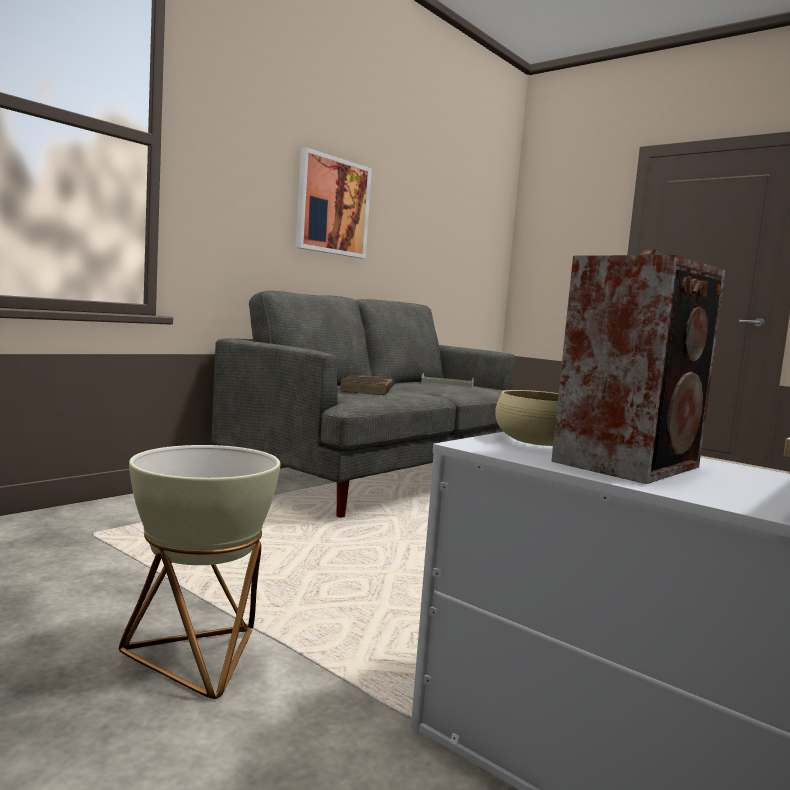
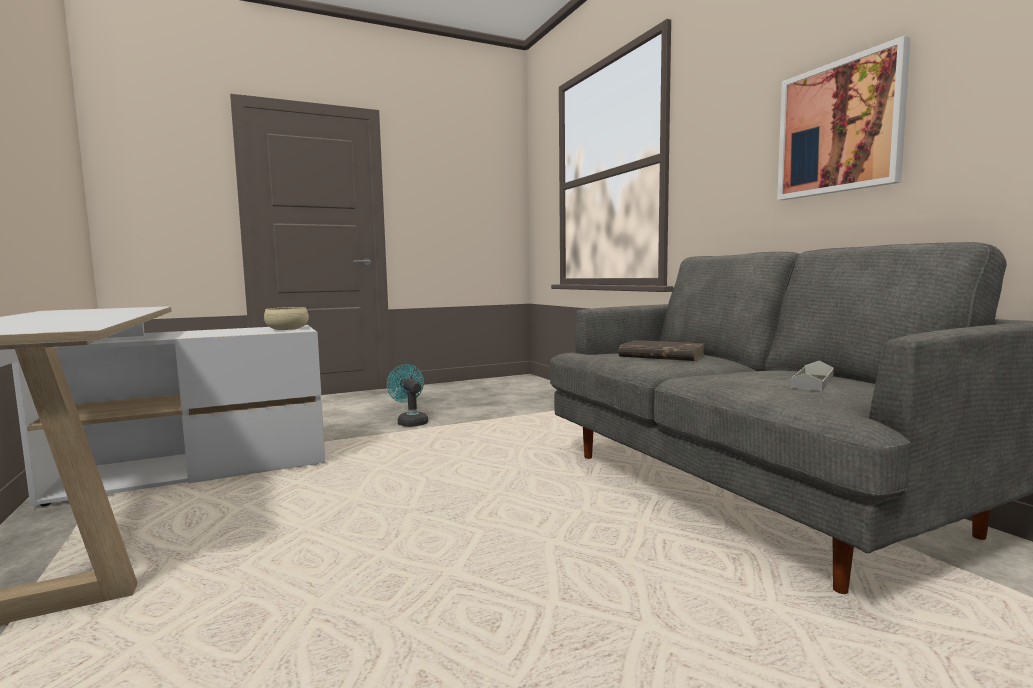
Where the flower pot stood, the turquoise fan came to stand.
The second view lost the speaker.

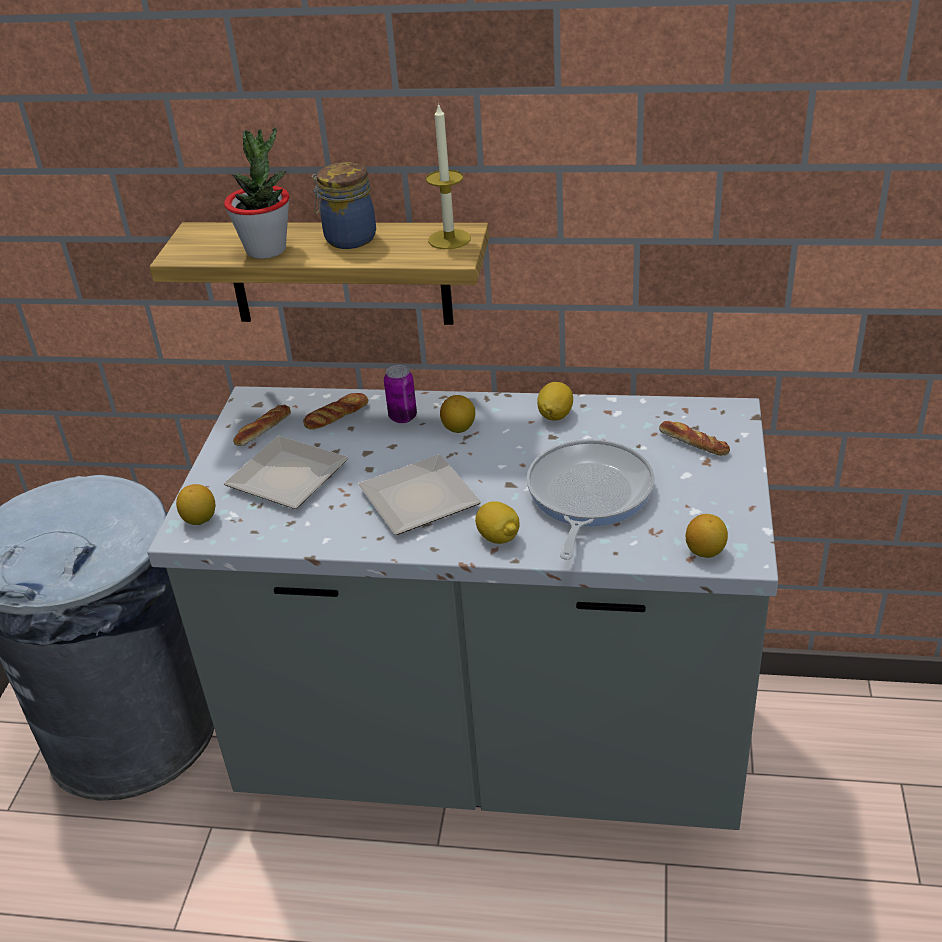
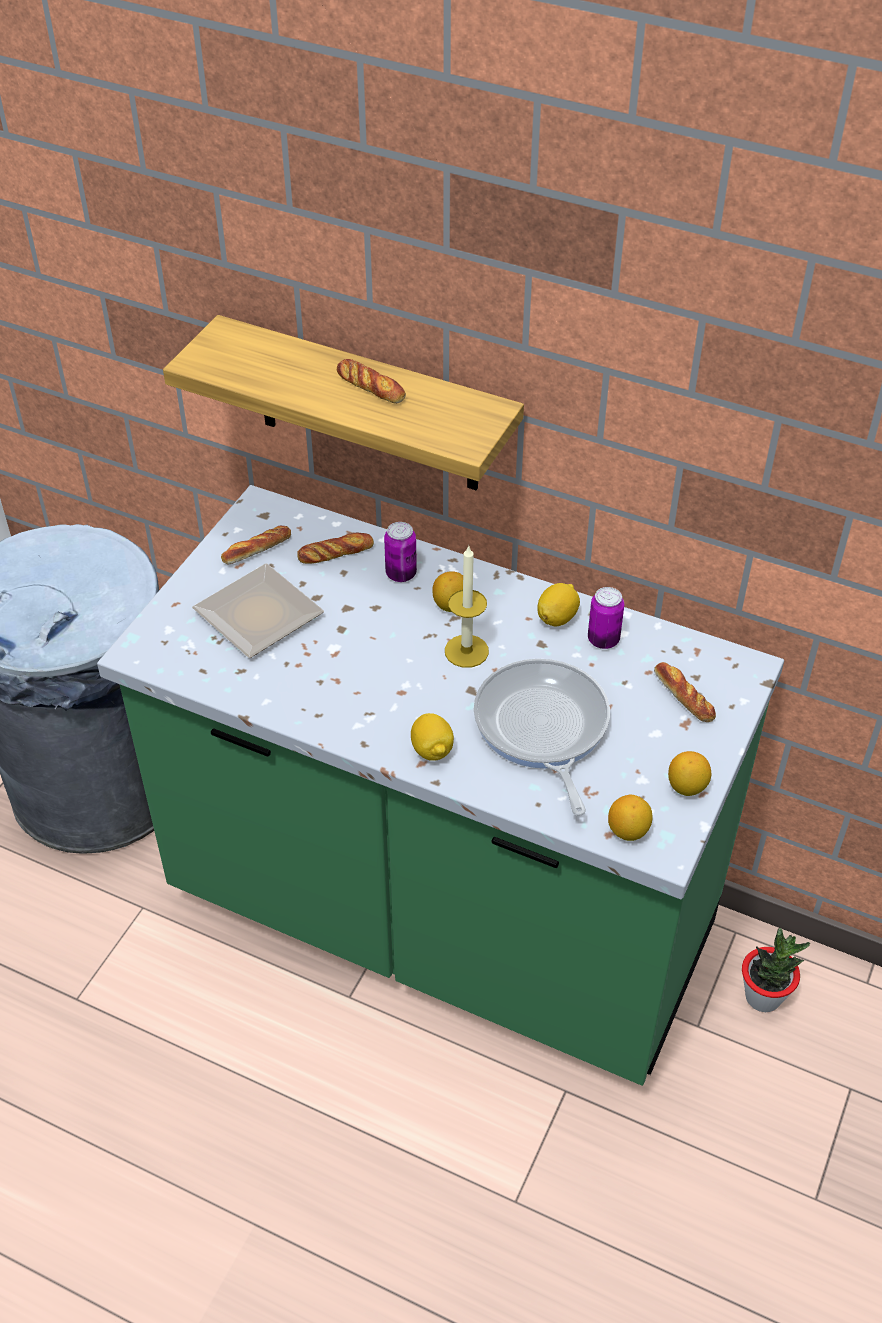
What was the grey counter turned into the green counter.
Where the storage jar stood, the bakery bread (3rd from left) came to stand.
The wax light ended up elsewhere.
The frying pan ended up facing another way, 45 degrees counterclockwise from before.
The second view gained the can (2nd from left).
The citrus fruit (1st from left in the first image) ended up elsewhere.
The houseplant ended up elsewhere.
The second view lost the plate (2nd from left).

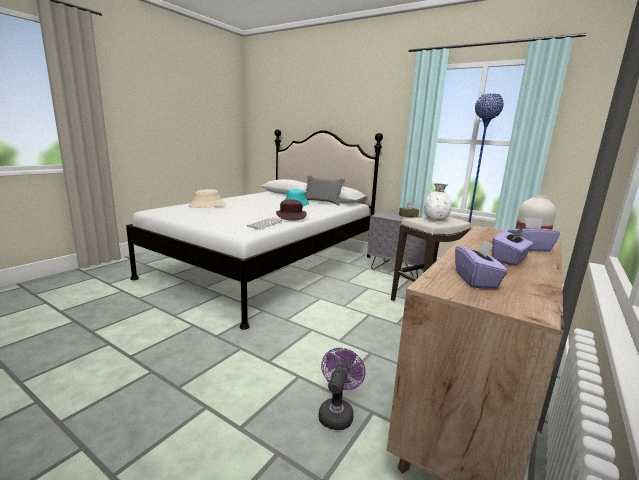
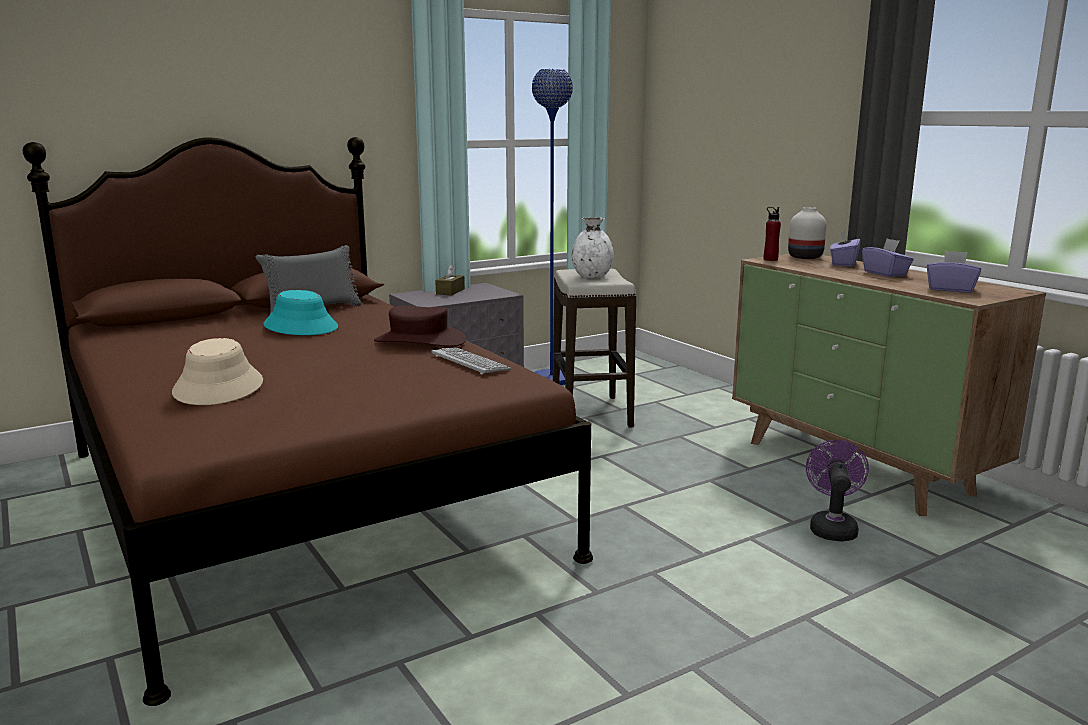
What was the whitish bedroom bed turned into the brownish bedroom bed.
The second view gained the reddish drink bottle.
The purplish fan ended up facing another way, 60 degrees clockwise from before.

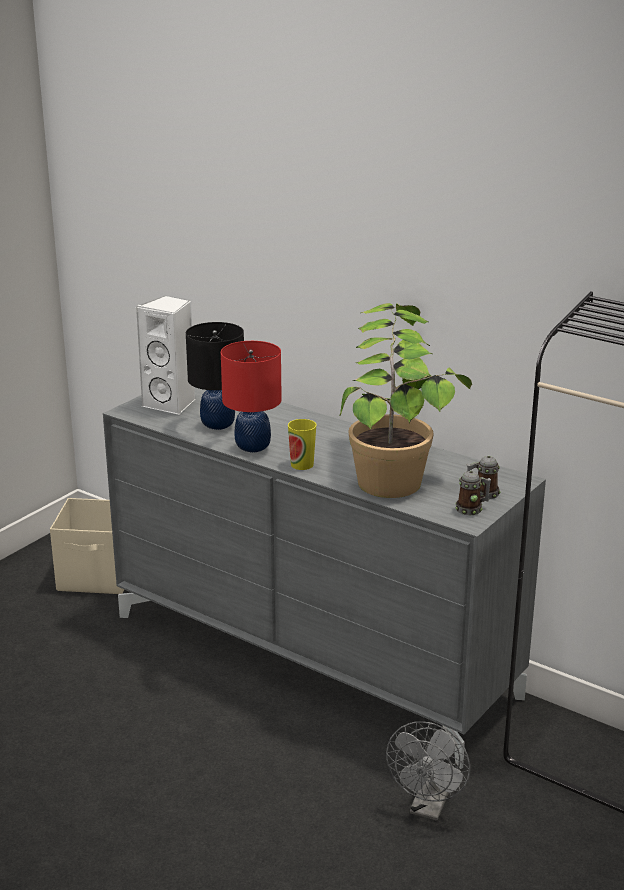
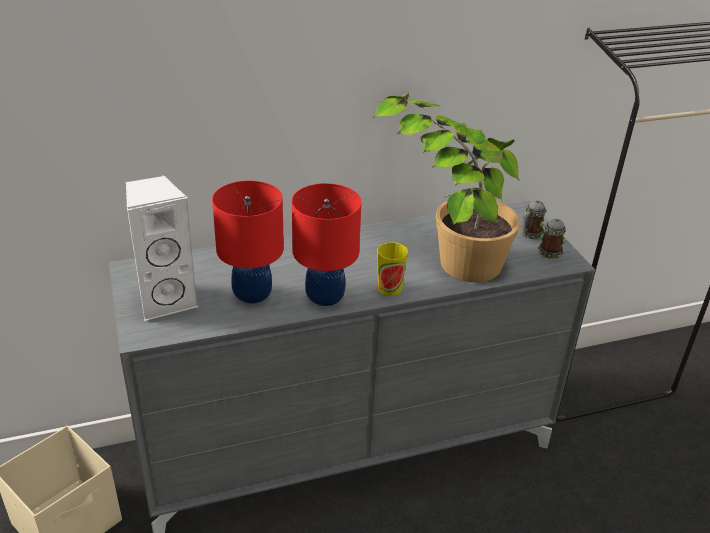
What was the blackish tabletop lamp turned into the reddish tabletop lamp (1st from left).
The second view lost the grey fan.

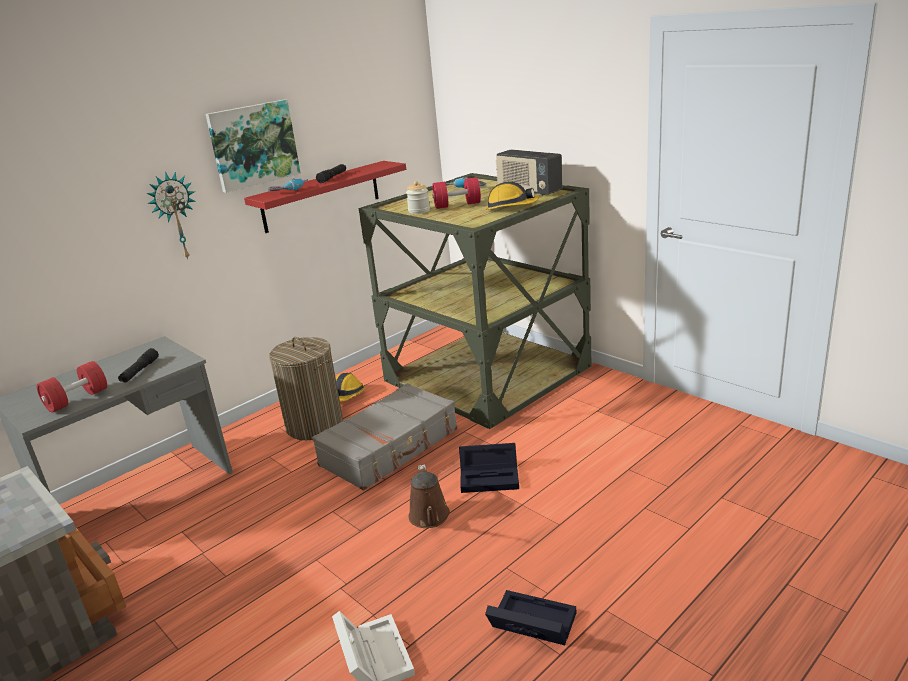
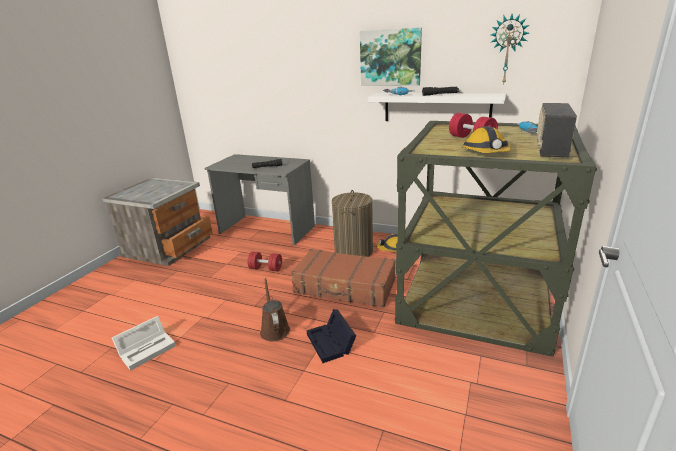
The reddish hand weight (1st from left) ended up elsewhere.
The brownish watering pot ended up facing another way, 105 degrees clockwise from before.
What was the grey travel case turned into the brownish travel case.
What was the reddish shelf turned into the whitish shelf.
The clock on the wall ended up elsewhere.
The second view lost the storage jar.
The second view lost the blackish storage container (2nd from left).

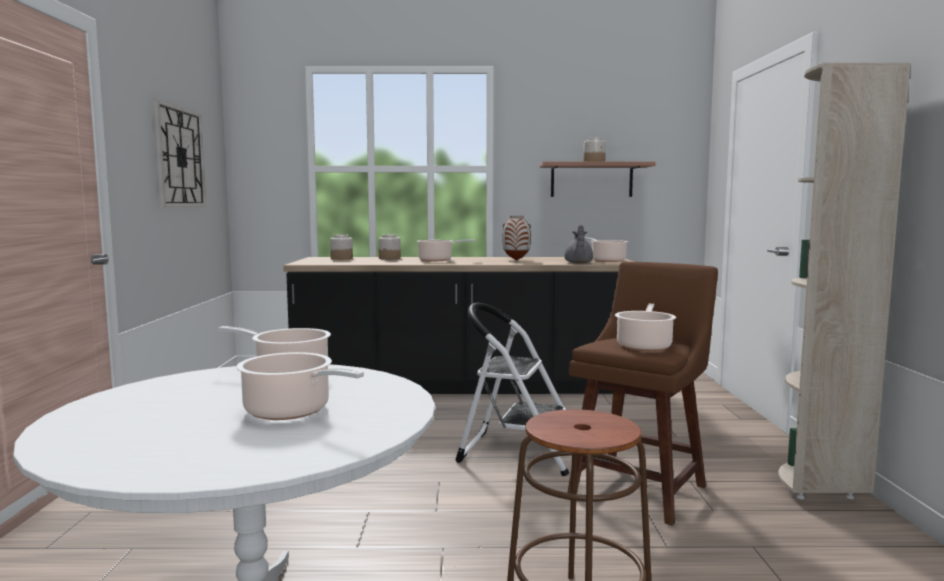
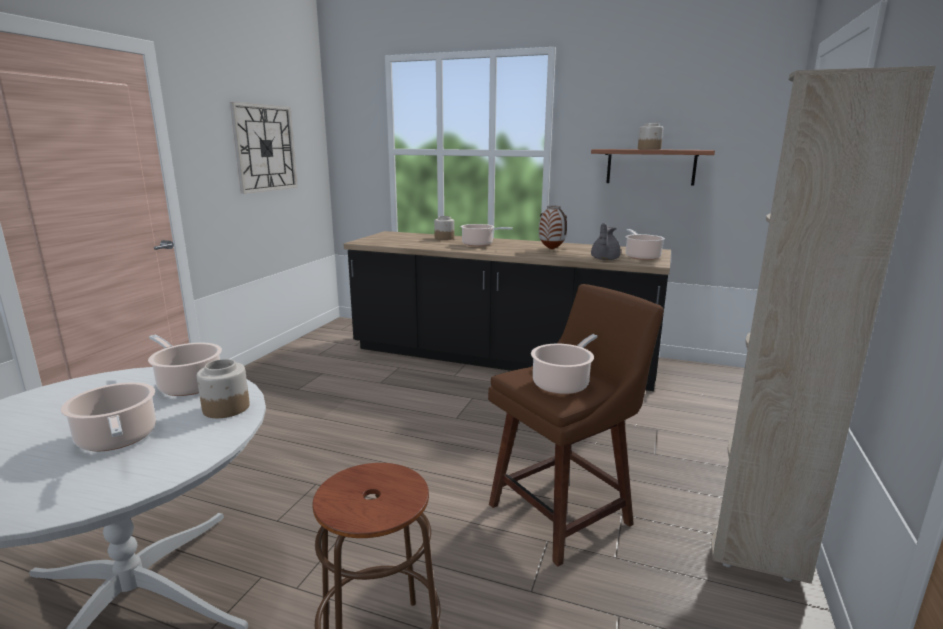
The storage jar (1st from left) ended up elsewhere.
The second view lost the step stool.

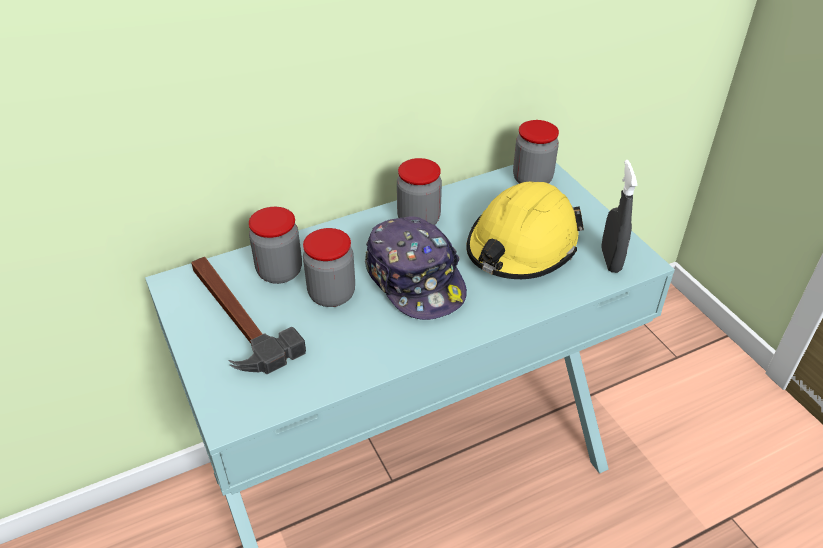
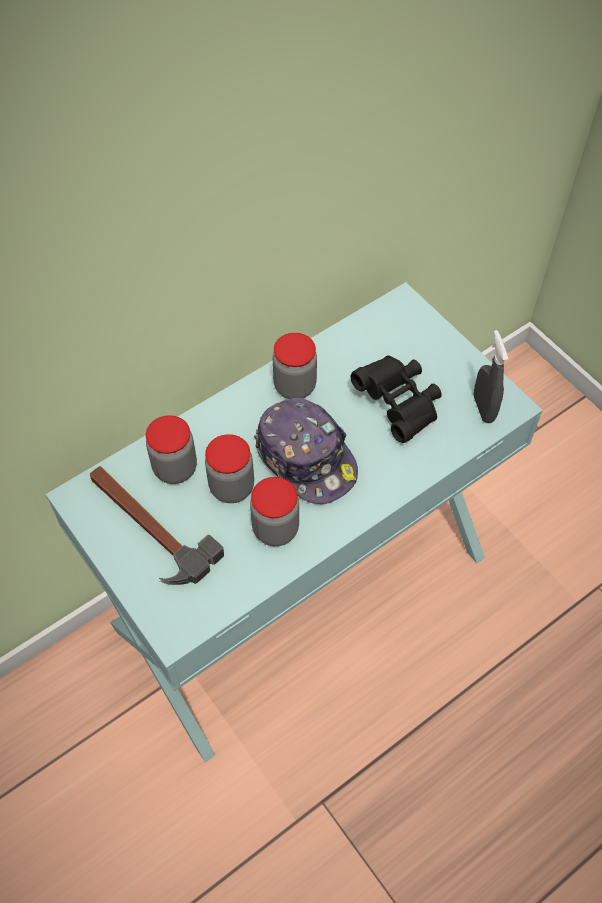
The storage jar (4th from left in the first image) ended up elsewhere.
Where the yellowish hard hat stood, the blackish field glasses came to stand.

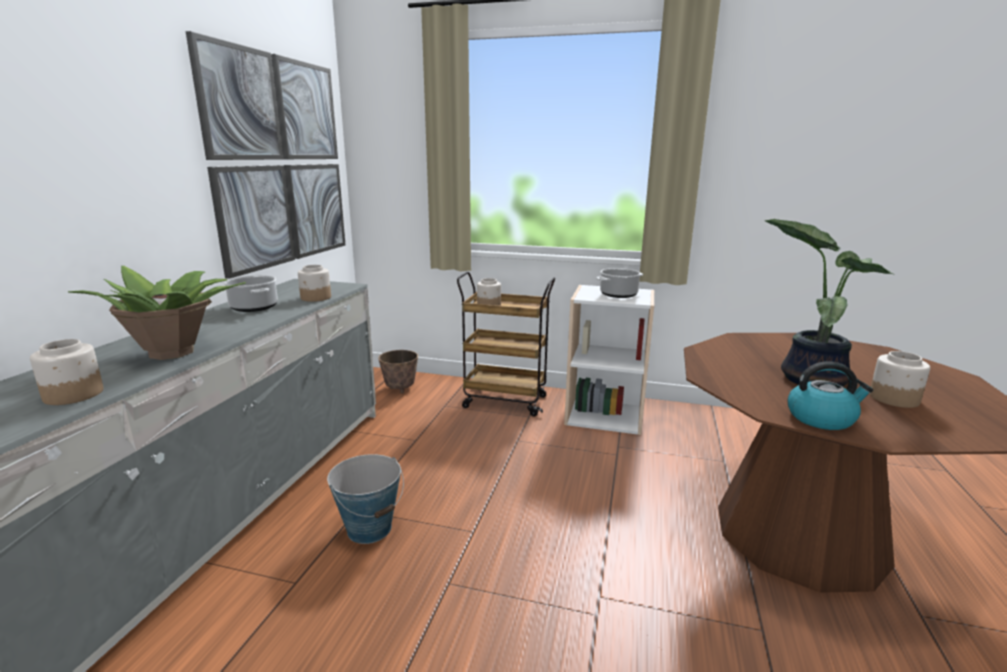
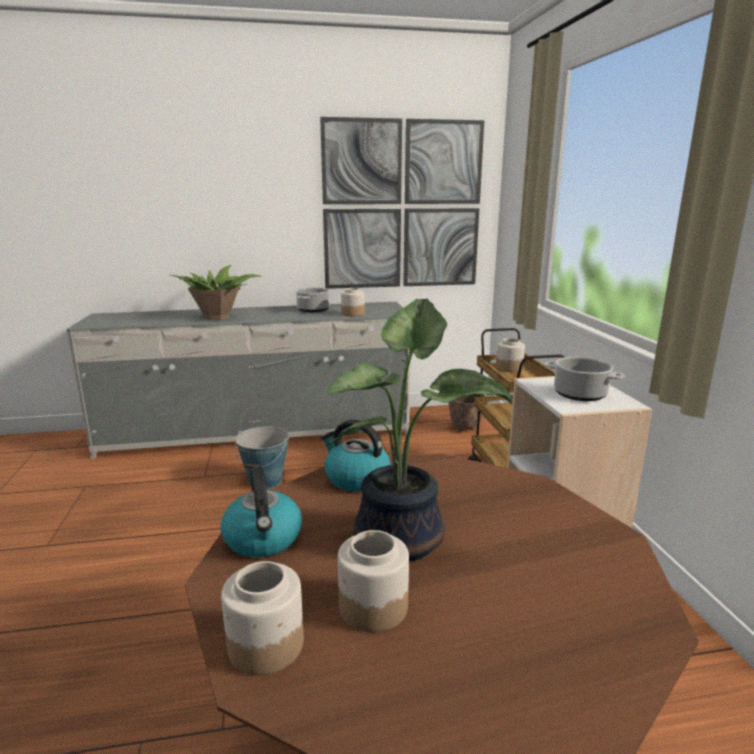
The storage jar (1st from left) ended up elsewhere.
The second view gained the water kettle (2nd from left).

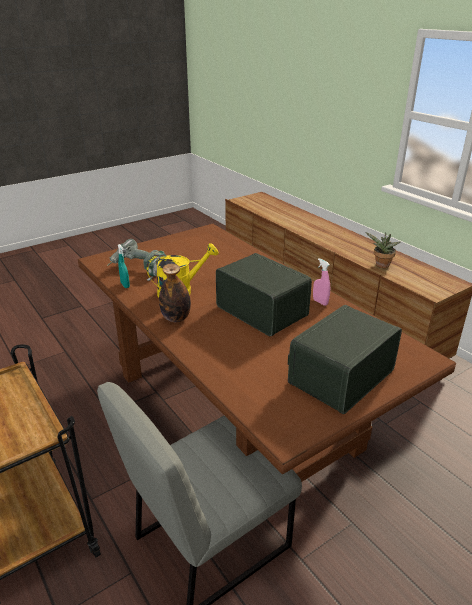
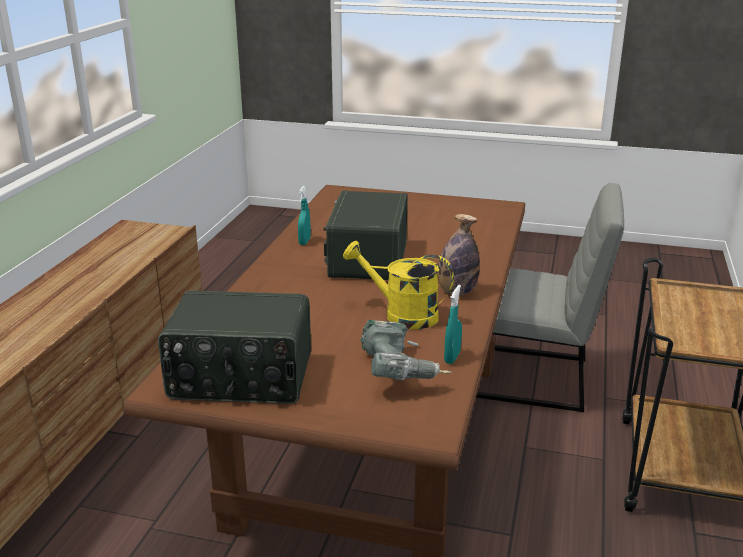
The radio (2nd from left in the first image) ended up elsewhere.
What was the pink-coloured sprayer turned into the turquoise sprayer (1st from left).
The second view lost the houseplant.

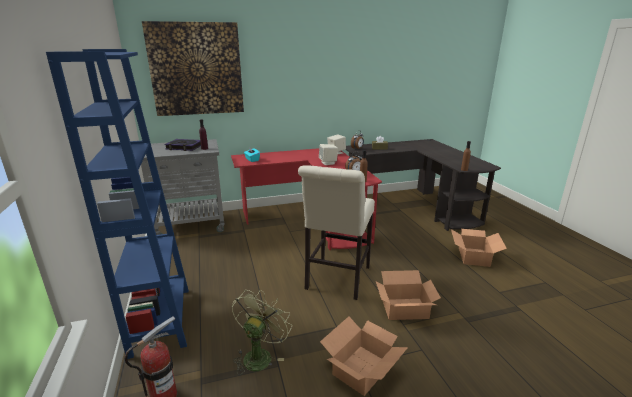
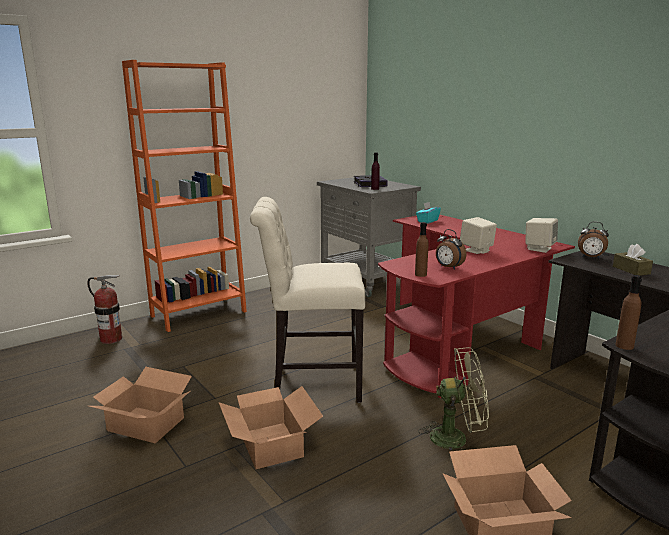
What was the blue bookshelf turned into the orangey bookshelf.
The green fan ended up elsewhere.
The second view lost the wall picture.

